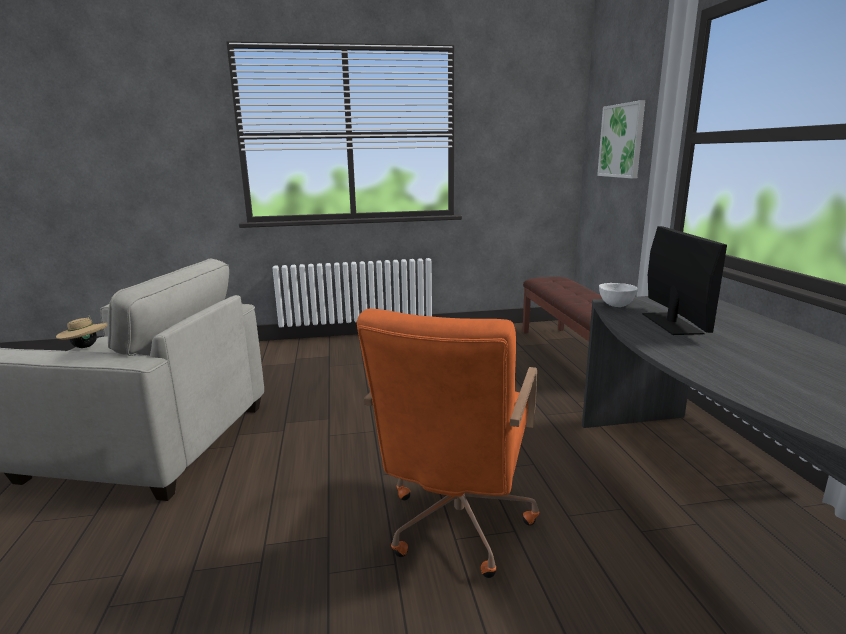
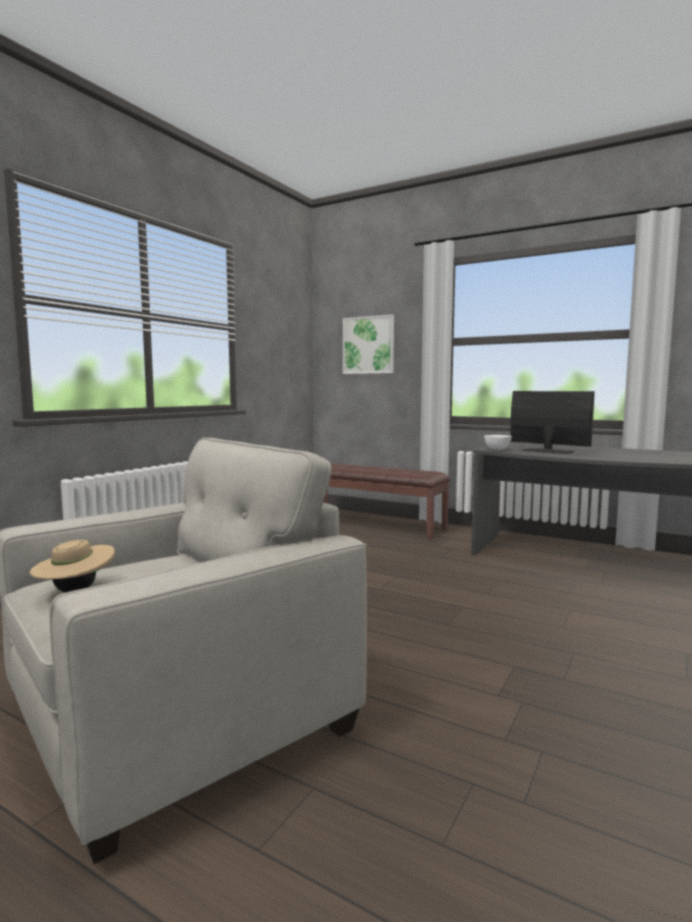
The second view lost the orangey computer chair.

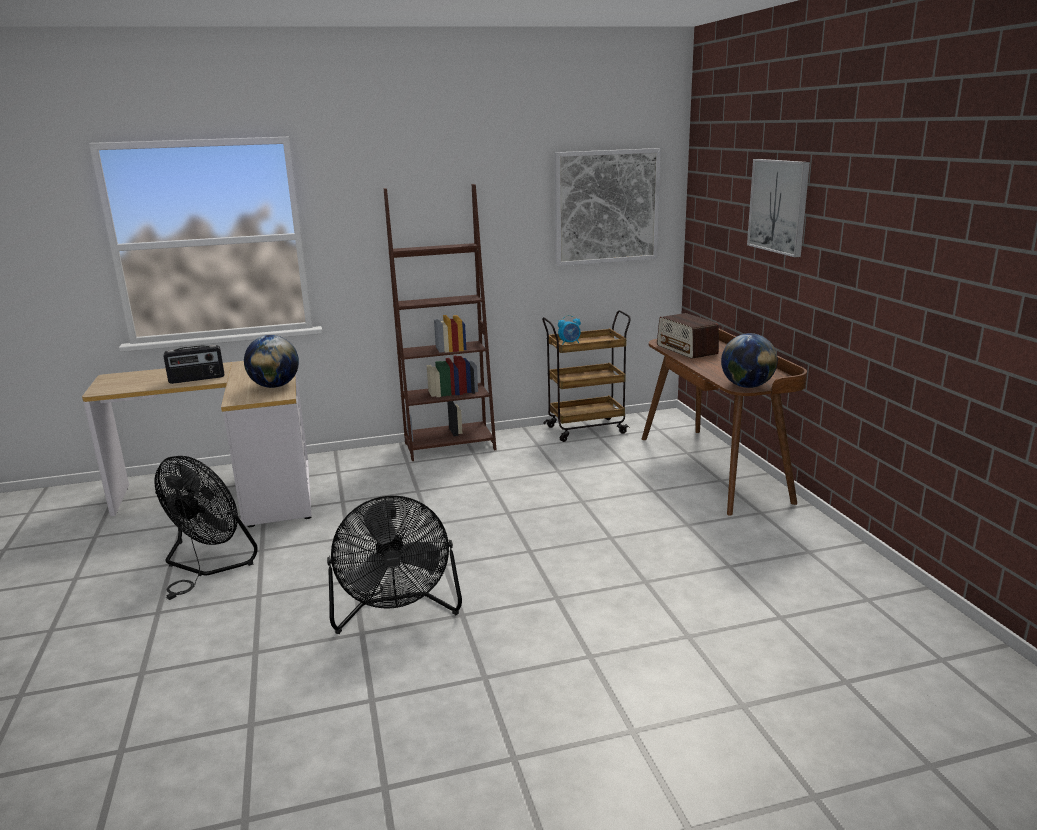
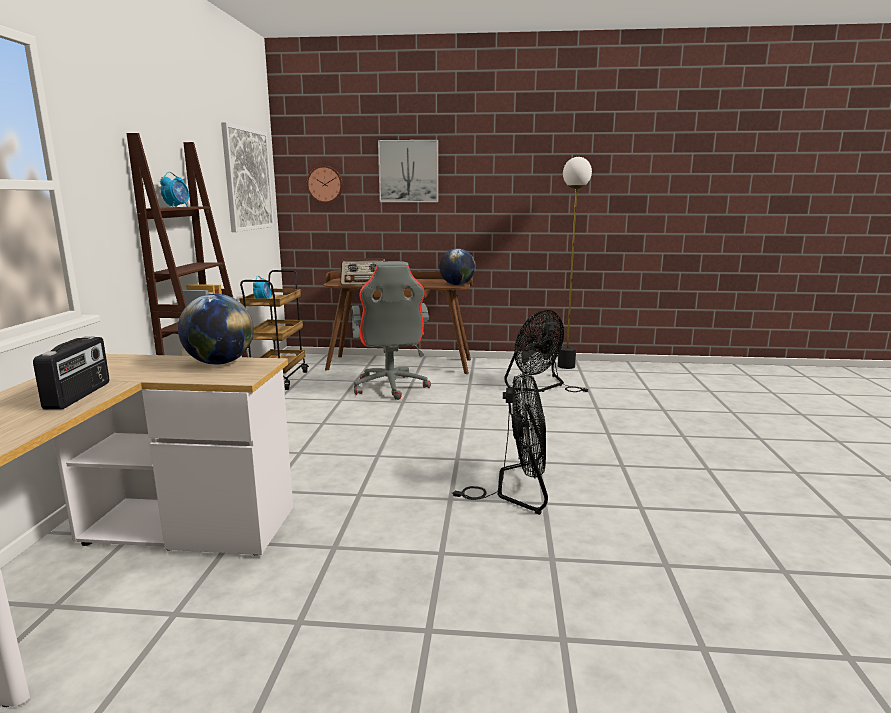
The second view gained the bedside clock (1st from left).
The second view gained the clock on the wall.
The second view gained the grey computer chair.
The blackish fan (1st from left in the first image) ended up elsewhere.
The second view gained the floor lamp.

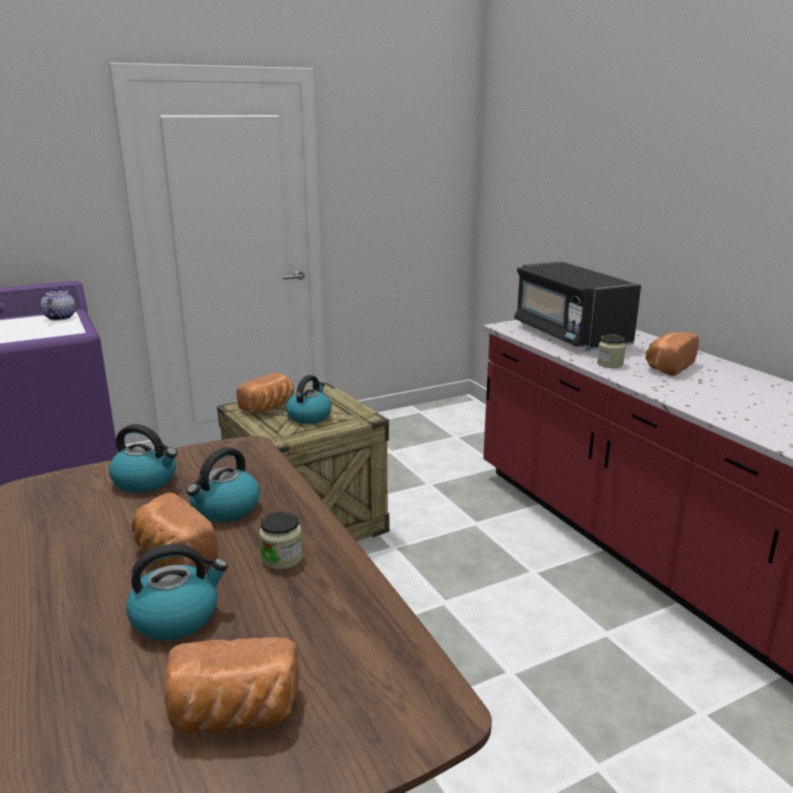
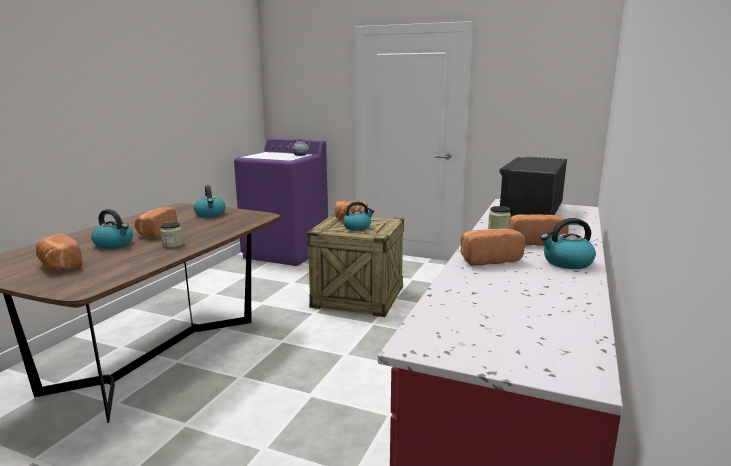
The second view gained the bakery bread (4th from left).
The water kettle (3rd from left in the first image) ended up elsewhere.

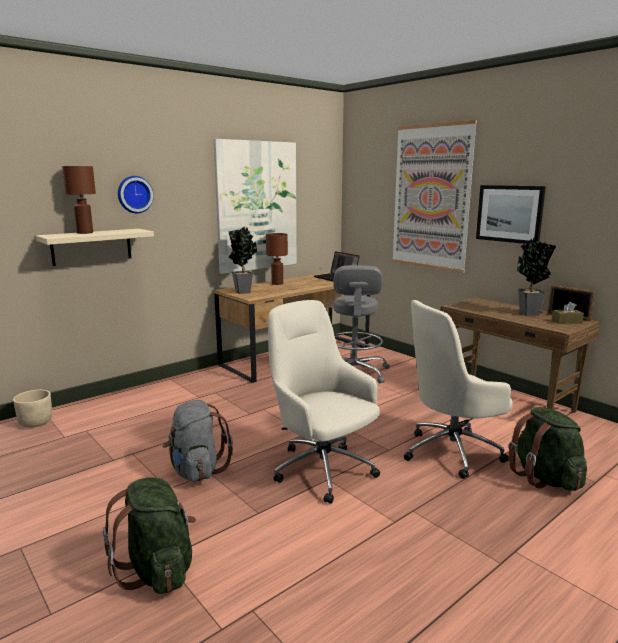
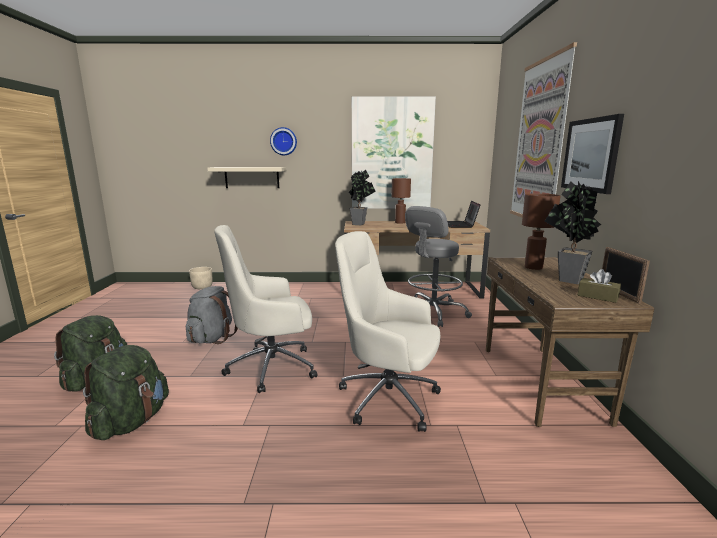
The green rucksack (2nd from left) ended up elsewhere.
The beige computer chair (1st from left) ended up facing another way, 105 degrees counterclockwise from before.
The brownish tabletop lamp (1st from left in the first image) ended up elsewhere.

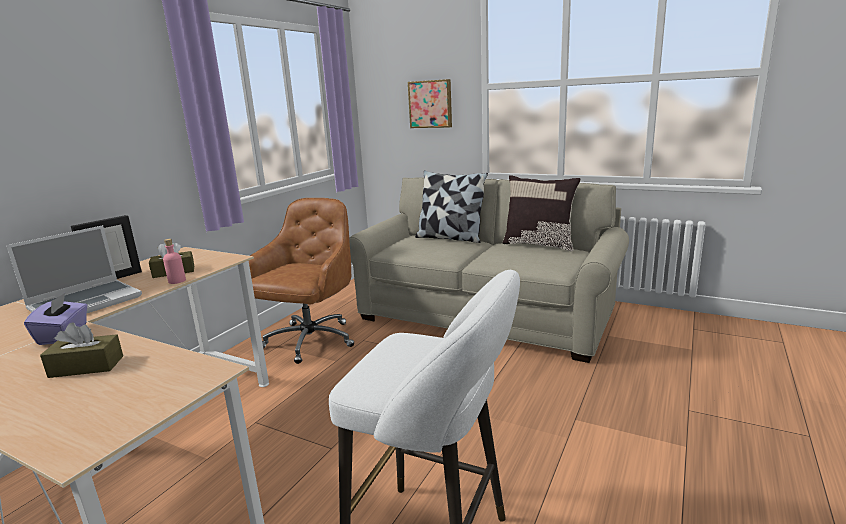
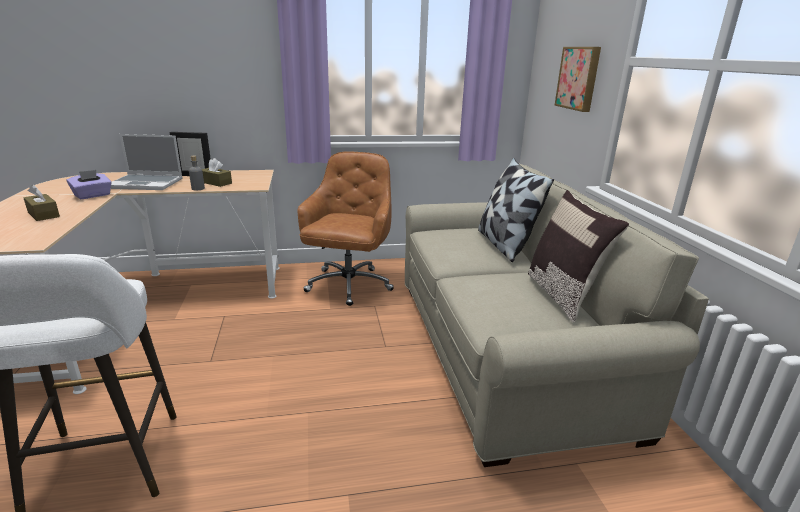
What was the pink-coloured drink bottle turned into the grey drink bottle.
The brownish computer chair ended up facing another way, 60 degrees counterclockwise from before.

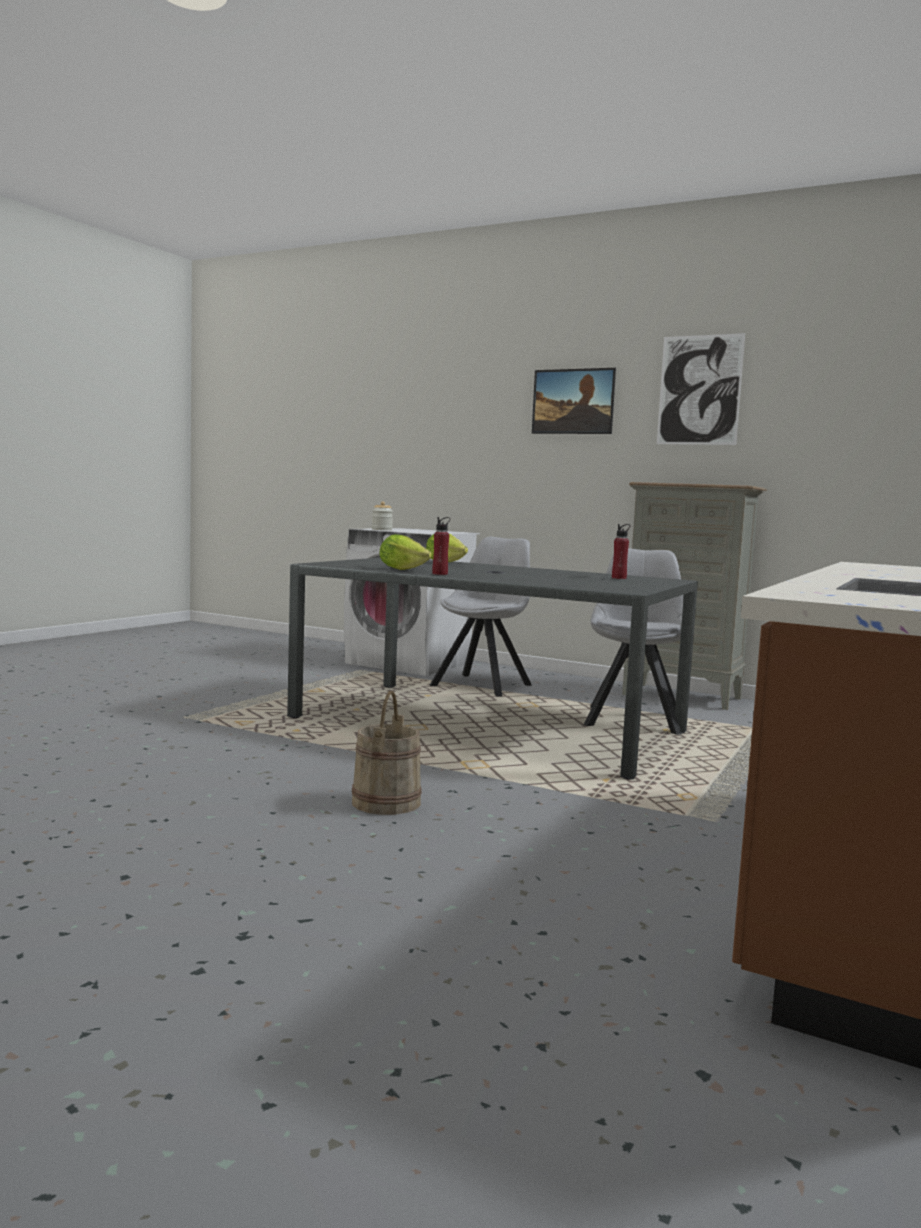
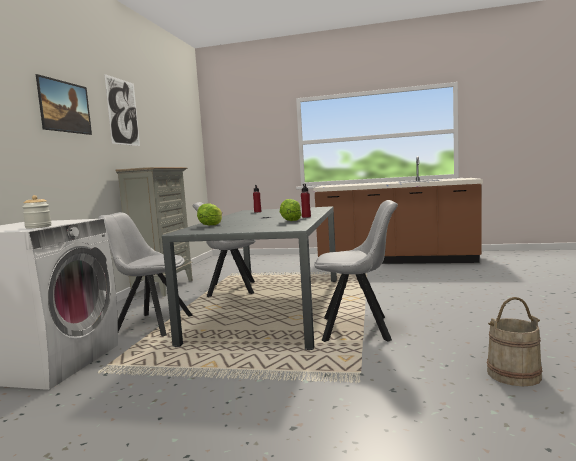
The second view gained the grey plain chair (3rd from left).
The beige water bucket ended up elsewhere.

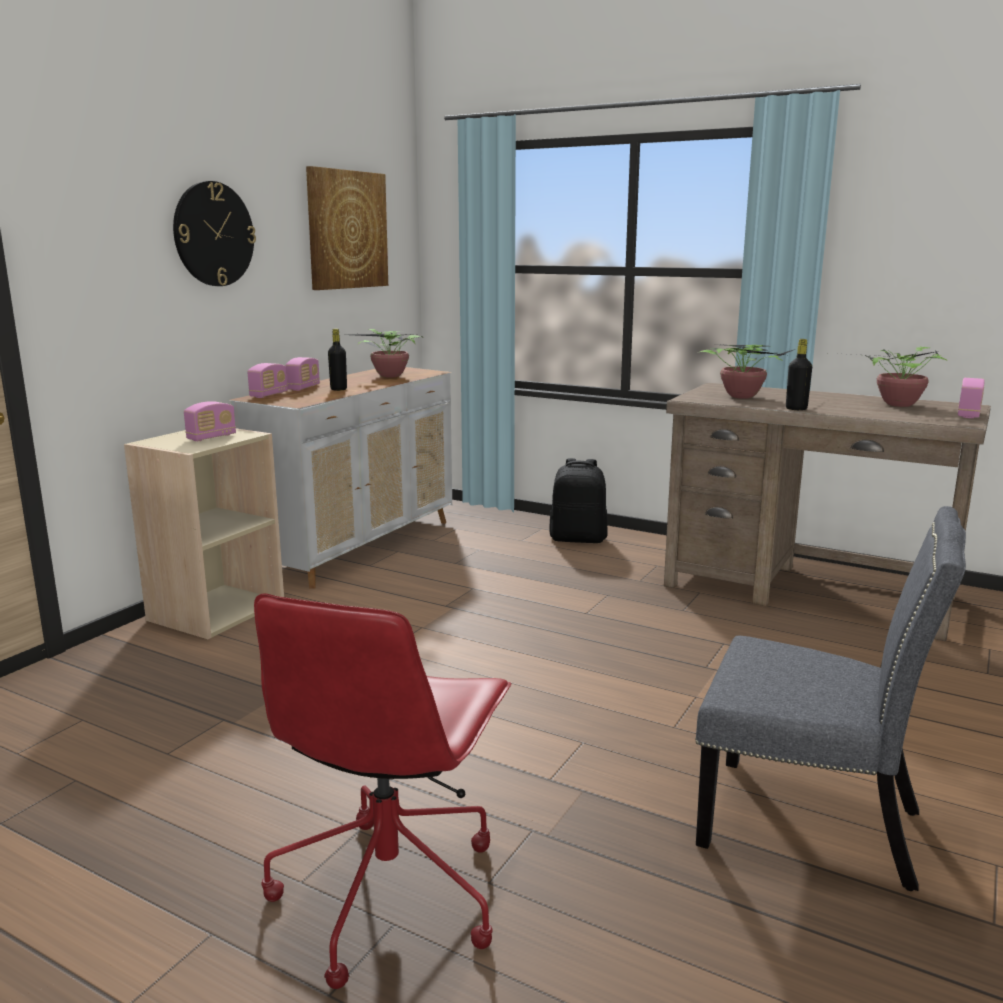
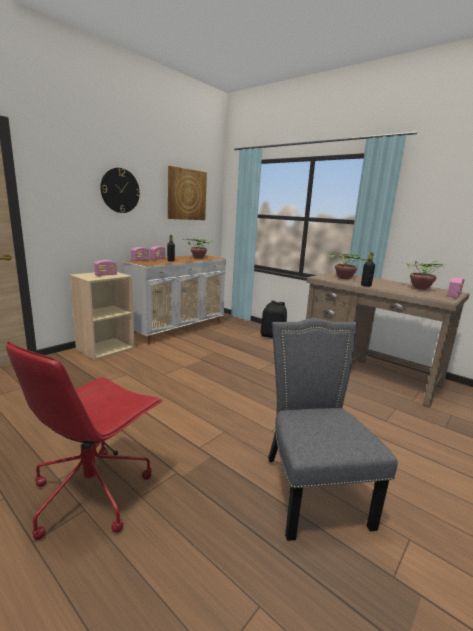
The grey plain chair ended up facing another way, 135 degrees counterclockwise from before.

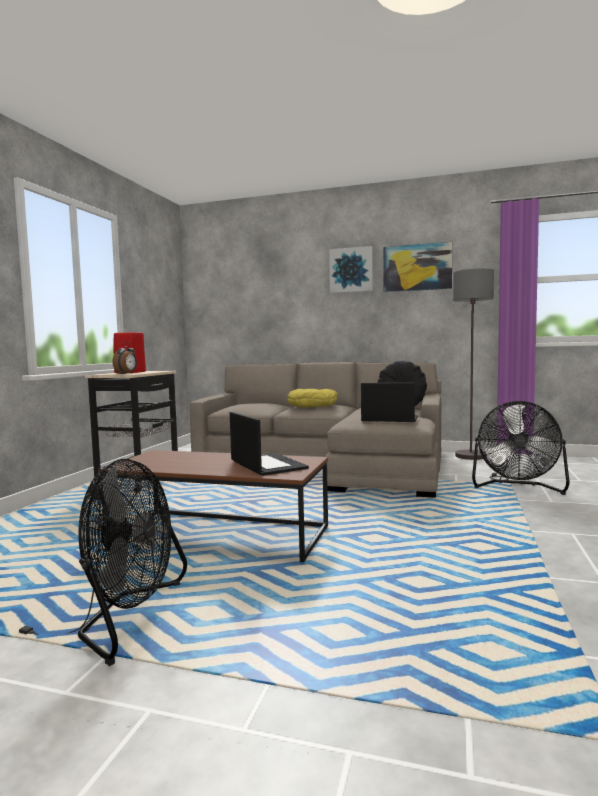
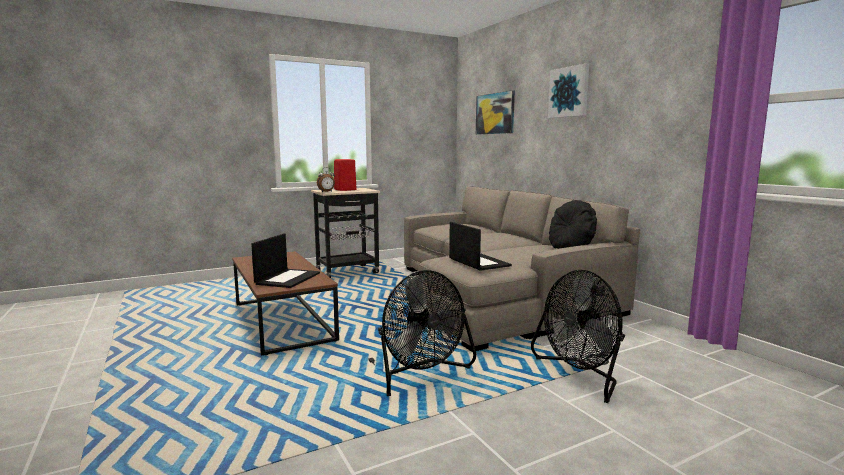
The blackish fan (1st from left) ended up elsewhere.
The wall picture (2nd from left in the first image) ended up elsewhere.
The second view lost the yellowish pillow.
The second view lost the grey floor lamp.

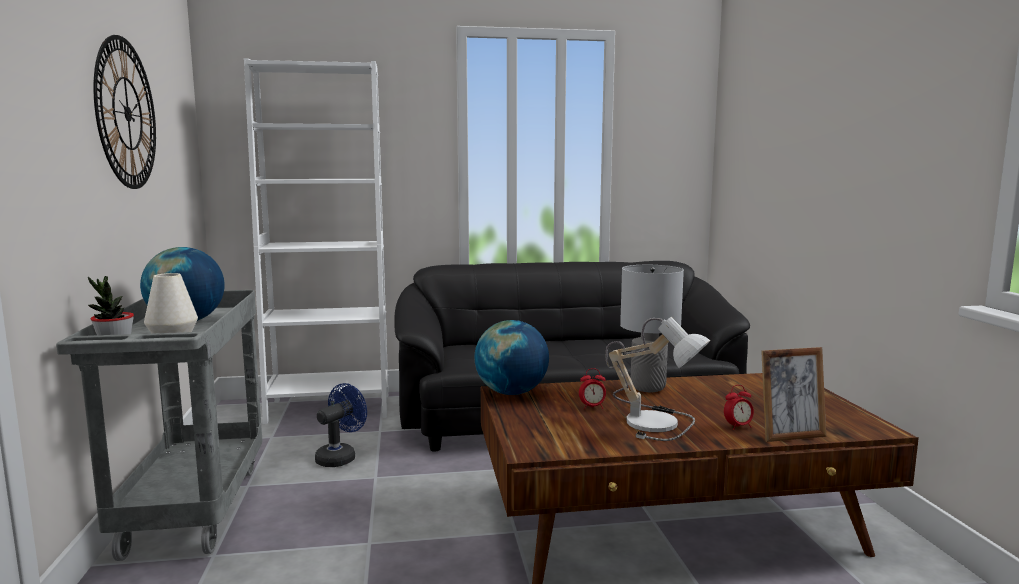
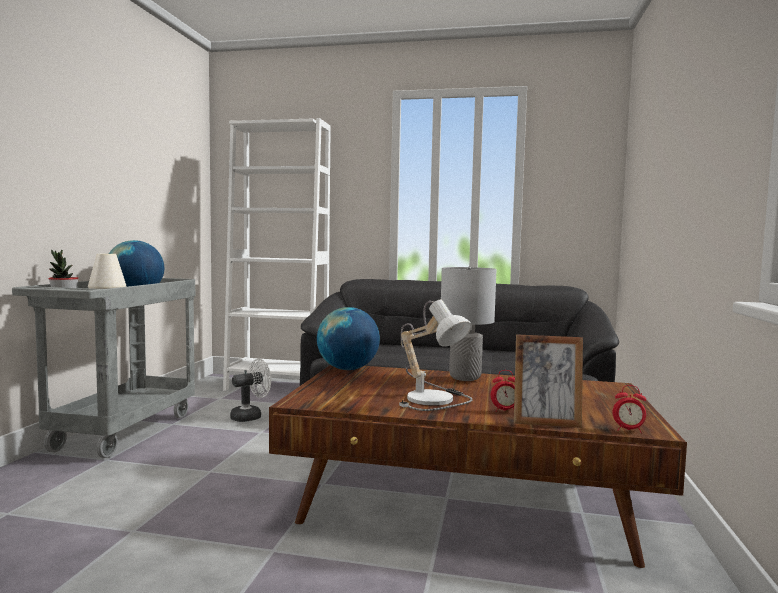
What was the blue fan turned into the whitish fan.
The bedside clock (1st from left in the first image) ended up elsewhere.
The second view lost the clock on the wall.

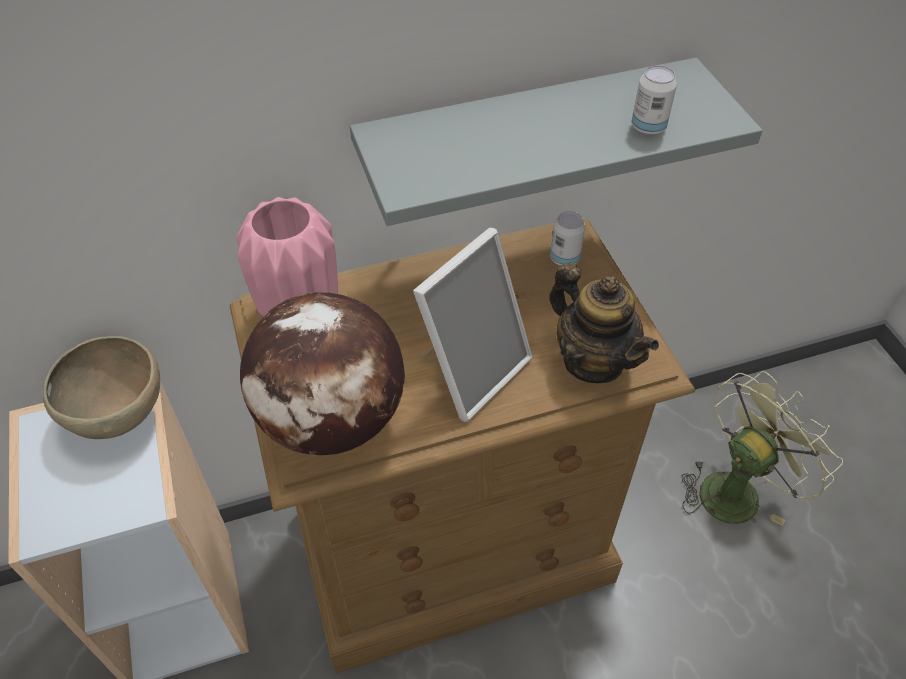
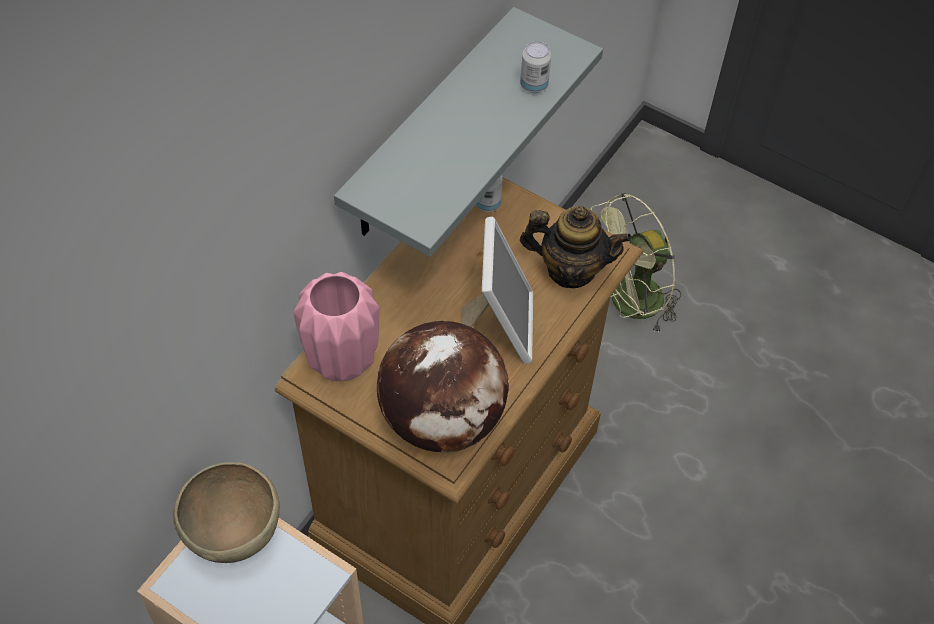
The green fan ended up facing another way, 135 degrees counterclockwise from before.

